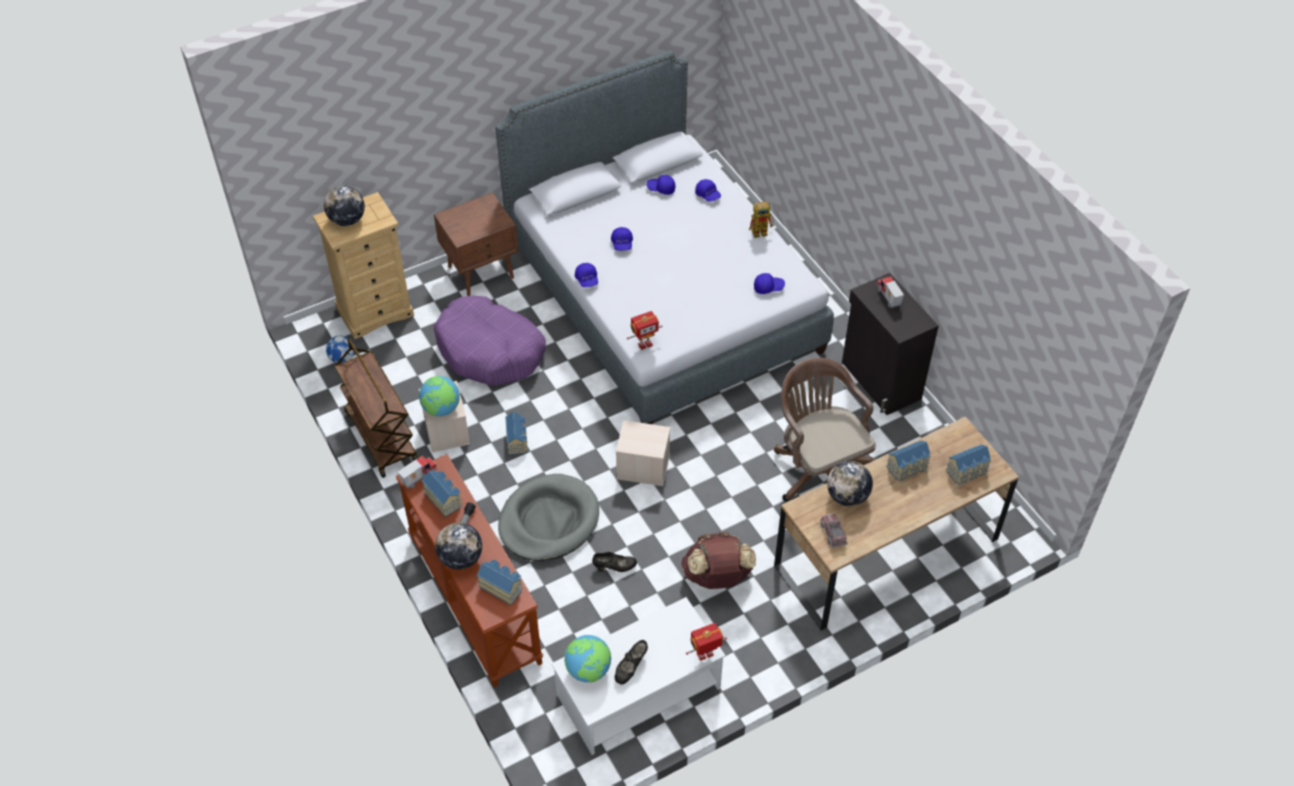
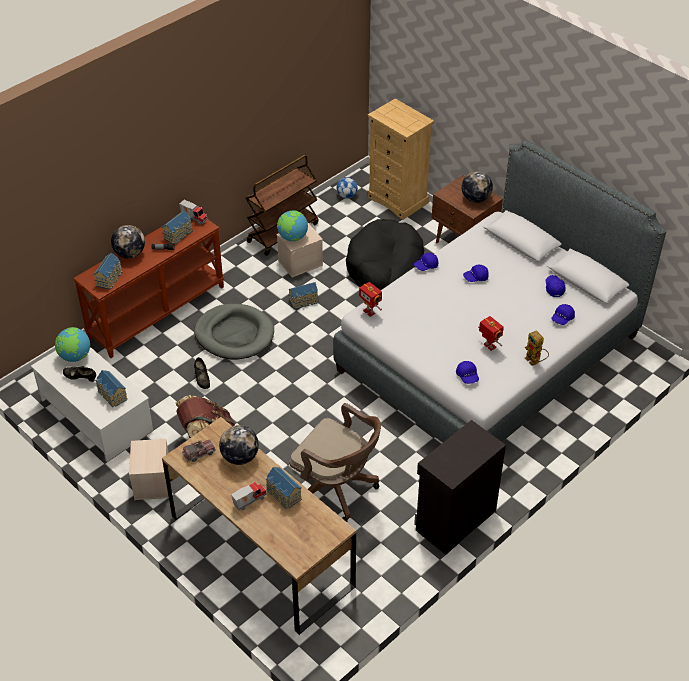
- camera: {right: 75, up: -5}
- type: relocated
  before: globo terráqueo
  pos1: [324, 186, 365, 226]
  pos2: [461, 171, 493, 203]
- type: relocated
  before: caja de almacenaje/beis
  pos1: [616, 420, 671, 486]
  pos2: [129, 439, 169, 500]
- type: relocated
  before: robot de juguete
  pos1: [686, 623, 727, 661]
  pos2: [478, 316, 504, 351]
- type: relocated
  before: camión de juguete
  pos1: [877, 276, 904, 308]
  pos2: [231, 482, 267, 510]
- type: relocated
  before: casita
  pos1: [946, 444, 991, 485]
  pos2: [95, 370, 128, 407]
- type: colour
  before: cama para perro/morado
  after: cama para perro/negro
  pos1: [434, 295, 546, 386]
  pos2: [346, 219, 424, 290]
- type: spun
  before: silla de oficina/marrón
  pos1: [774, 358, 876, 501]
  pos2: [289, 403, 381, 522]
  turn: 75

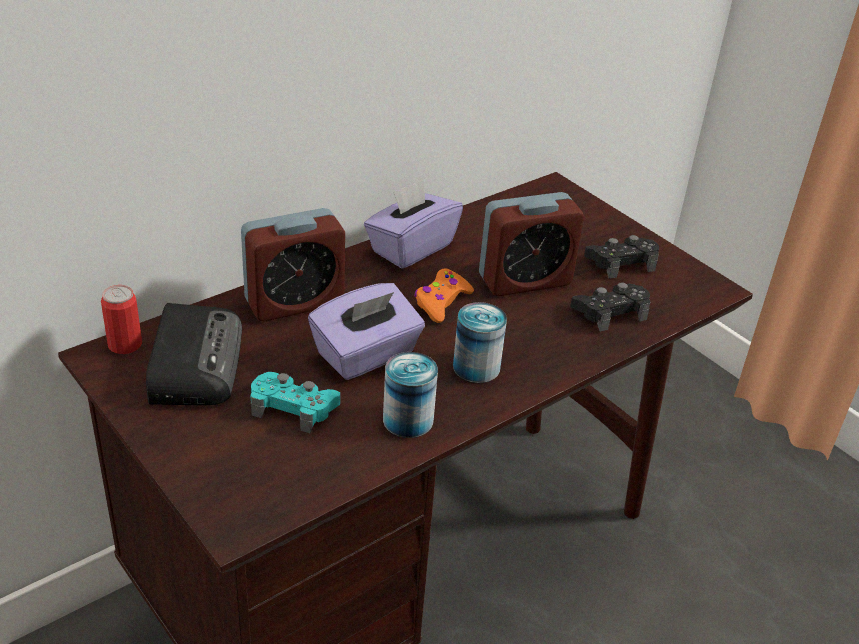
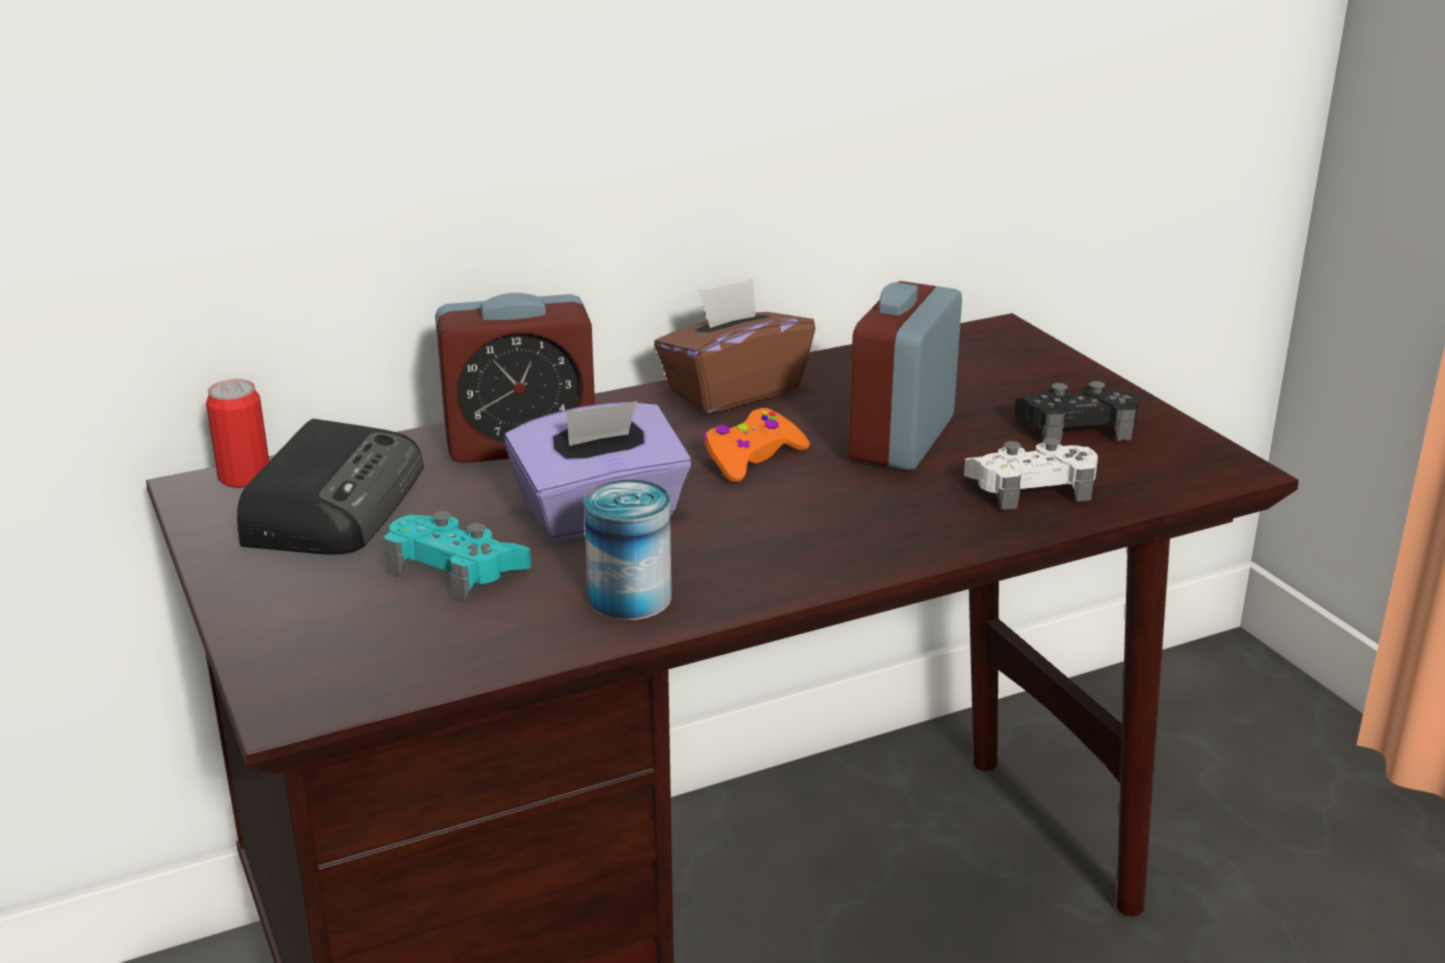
- camera: {right: 15, up: -10}
- type: missing
  before: lata
  pos1: [453, 302, 507, 383]
- type: colour
  before: caja de pañuelos/morado
  after: caja de pañuelos/marrón
  pos1: [364, 179, 463, 269]
  pos2: [654, 278, 816, 414]
- type: colour
  before: mando de consola/negro
  after: mando de consola/blanco
  pos1: [570, 282, 650, 332]
  pos2: [964, 437, 1098, 510]
- type: spun
  before: despertador
  pos1: [479, 192, 584, 296]
  pos2: [848, 281, 962, 470]
  turn: 120

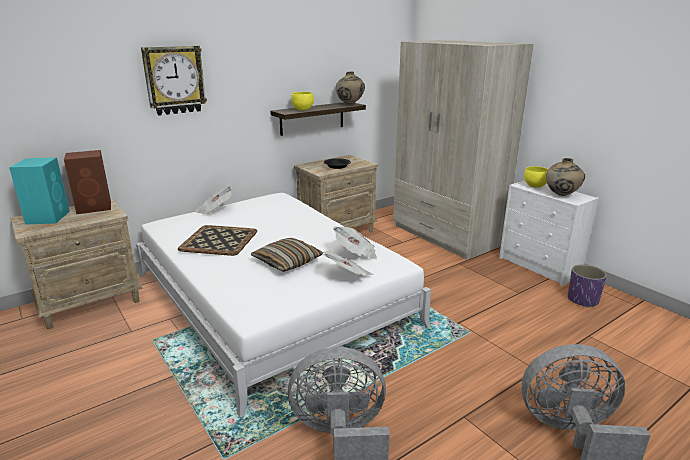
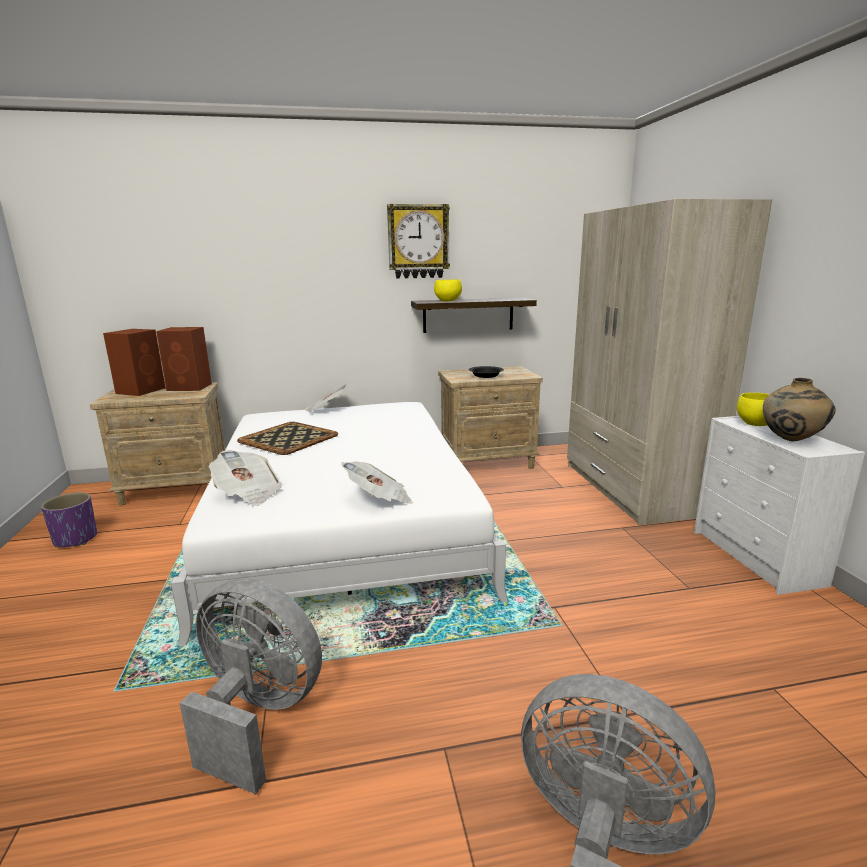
- camera: {right: 25, up: -5}
- type: missing
  before: cojín
  pos1: [251, 238, 323, 272]
- type: missing
  before: florero/beis
  pos1: [336, 72, 365, 104]
- type: relocated
  before: reloj de pared
  pos1: [141, 46, 207, 116]
  pos2: [387, 204, 450, 279]
- type: relocated
  before: periódico
  pos1: [333, 226, 377, 259]
  pos2: [209, 450, 282, 506]
- type: relocated
  before: maceta/morado
  pos1: [568, 264, 607, 308]
  pos2: [41, 492, 97, 548]
- type: colour
  before: altavoz/turquesa
  after: altavoz/marrón
  pos1: [9, 158, 70, 225]
  pos2: [103, 329, 165, 396]

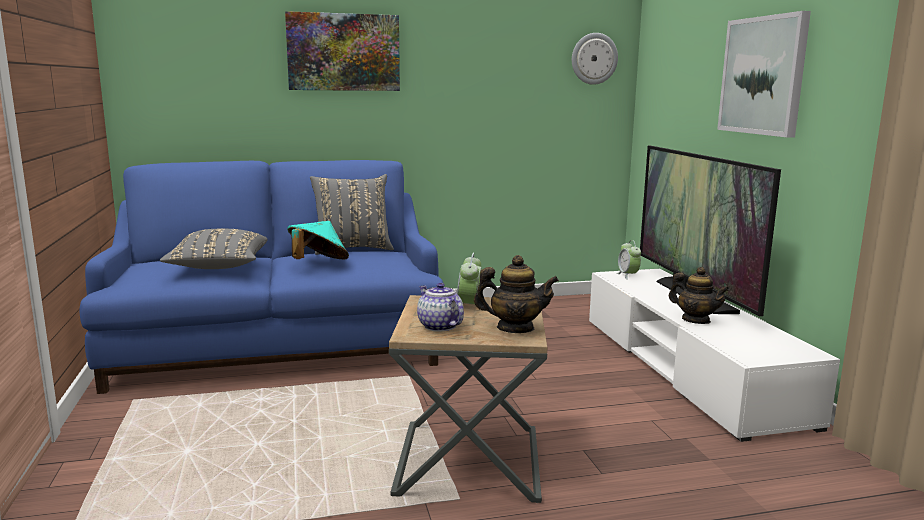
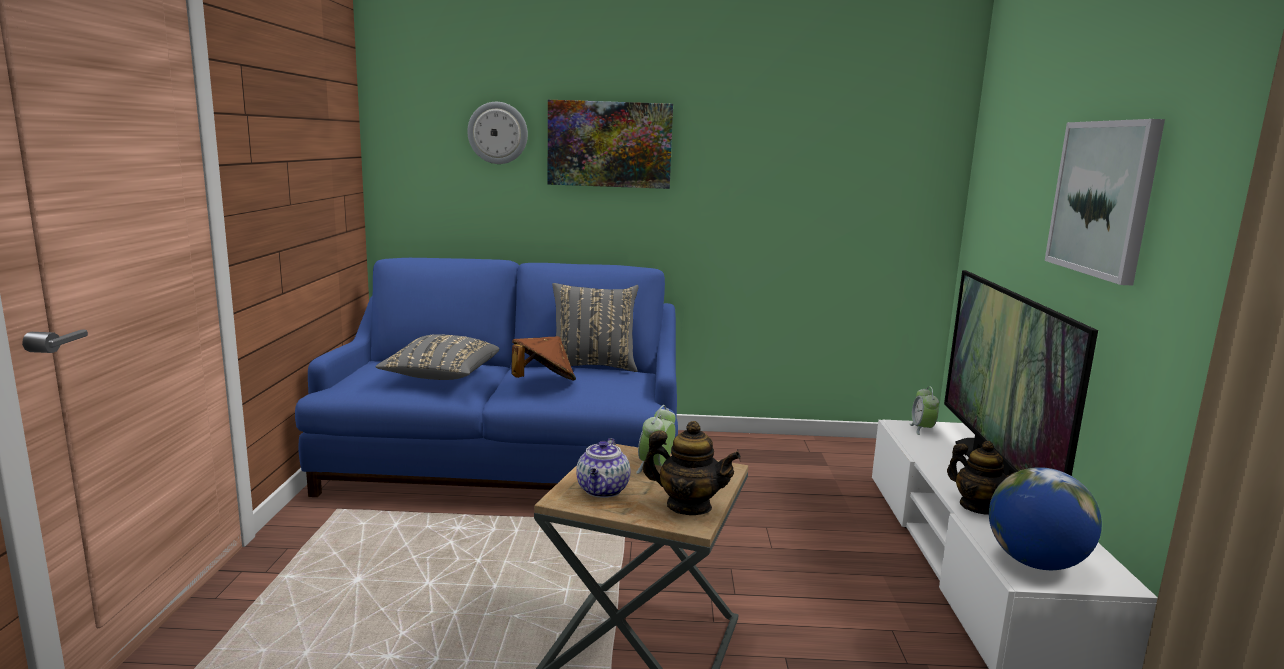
- camera: {right: 15, up: 0}
- type: appeared
  after: globo terráqueo
  pos2: [989, 467, 1102, 570]
- type: relocated
  before: reloj de pared
  pos1: [572, 33, 618, 85]
  pos2: [467, 102, 528, 164]
- type: colour
  before: sombrero/turquesa
  after: sombrero/marrón
  pos1: [287, 221, 349, 259]
  pos2: [511, 336, 576, 381]
- type: spun
  before: tetera
  pos1: [417, 283, 464, 332]
  pos2: [576, 438, 631, 498]
  turn: -150

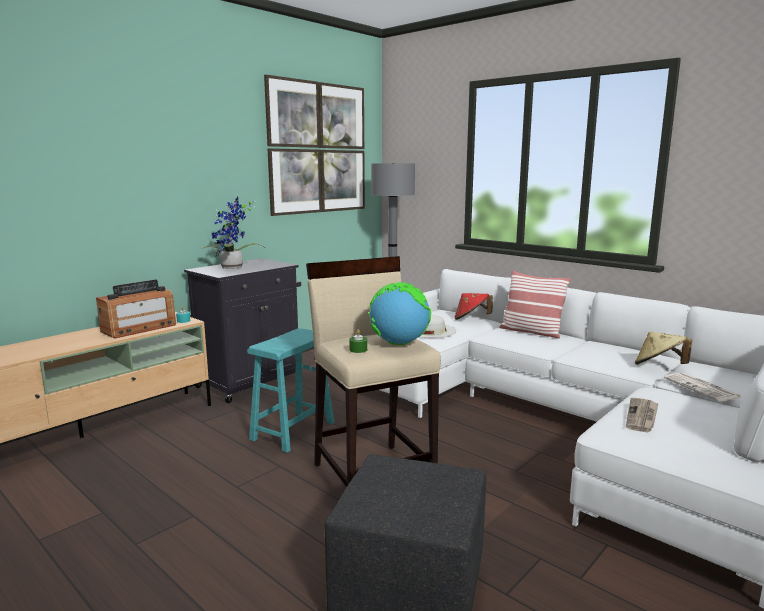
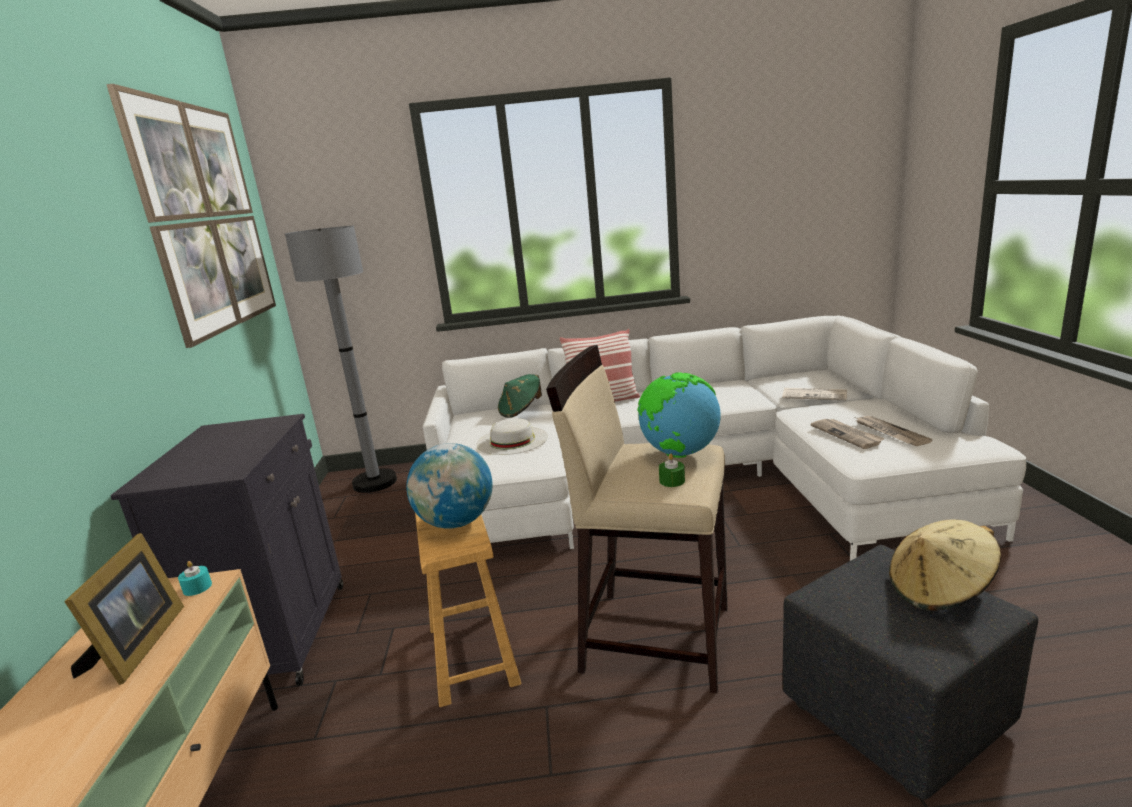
- camera: {right: -45, up: 5}
- type: missing
  before: planta en maceta
  pos1: [201, 197, 264, 269]
- type: appeared
  after: globo terráqueo
  pos2: [406, 443, 493, 529]
- type: appeared
  after: periódico
  pos2: [857, 416, 932, 446]
- type: relocated
  before: sombrero/beis
  pos1: [635, 332, 692, 365]
  pos2: [889, 519, 1001, 611]
- type: exchanged
  before: radio
  after: portarretratos
  pos1: [96, 280, 176, 338]
  pos2: [64, 533, 184, 685]
- type: colour
  before: taburete/turquesa
  after: taburete/marrón
  pos1: [247, 328, 334, 453]
  pos2: [415, 513, 522, 707]
- type: colour
  before: sombrero/rojo
  after: sombrero/verde
  pos1: [454, 293, 493, 320]
  pos2: [498, 374, 542, 418]

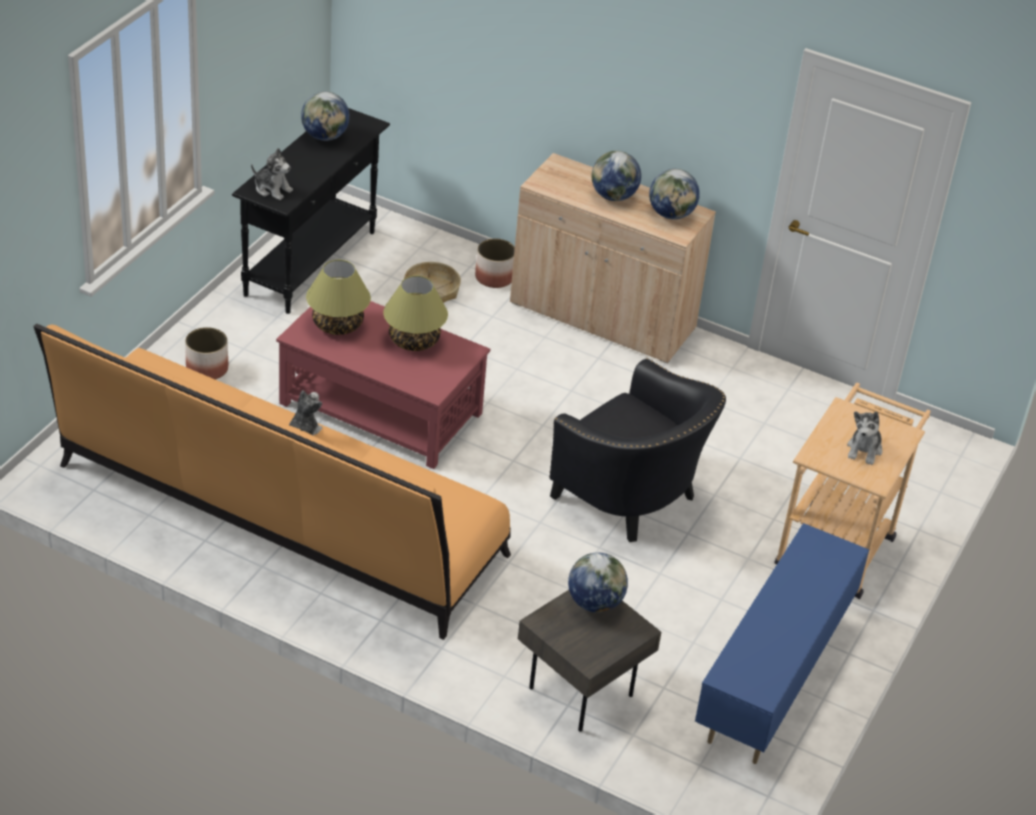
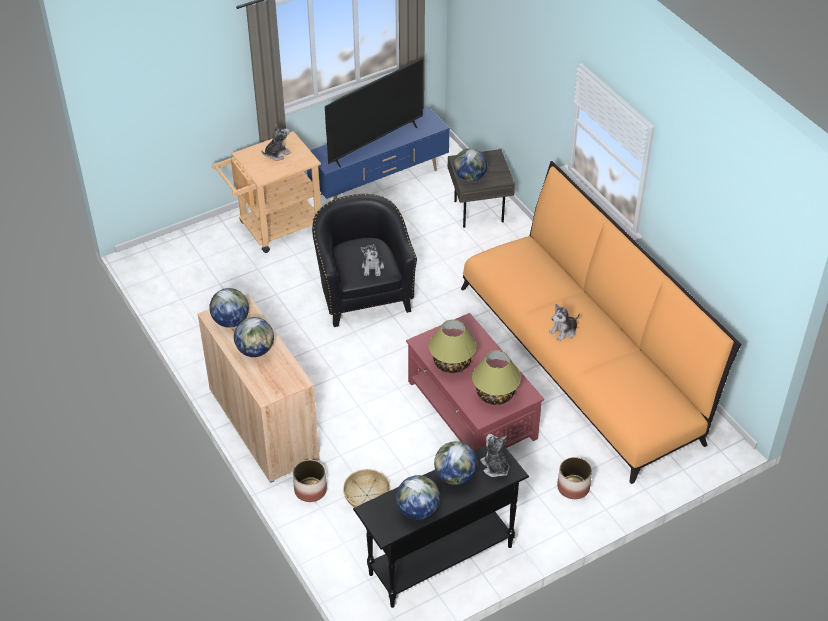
- camera: {right: -145, up: 5}
- type: appeared
  after: televisor
  pos2: [325, 59, 423, 168]
- type: appeared
  after: peluche
  pos2: [360, 244, 384, 276]
- type: appeared
  after: globo terráqueo
  pos2: [434, 441, 477, 485]

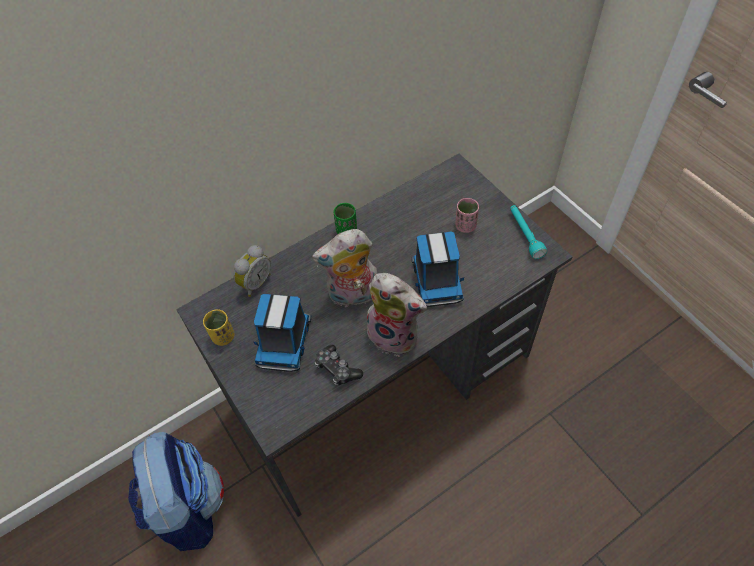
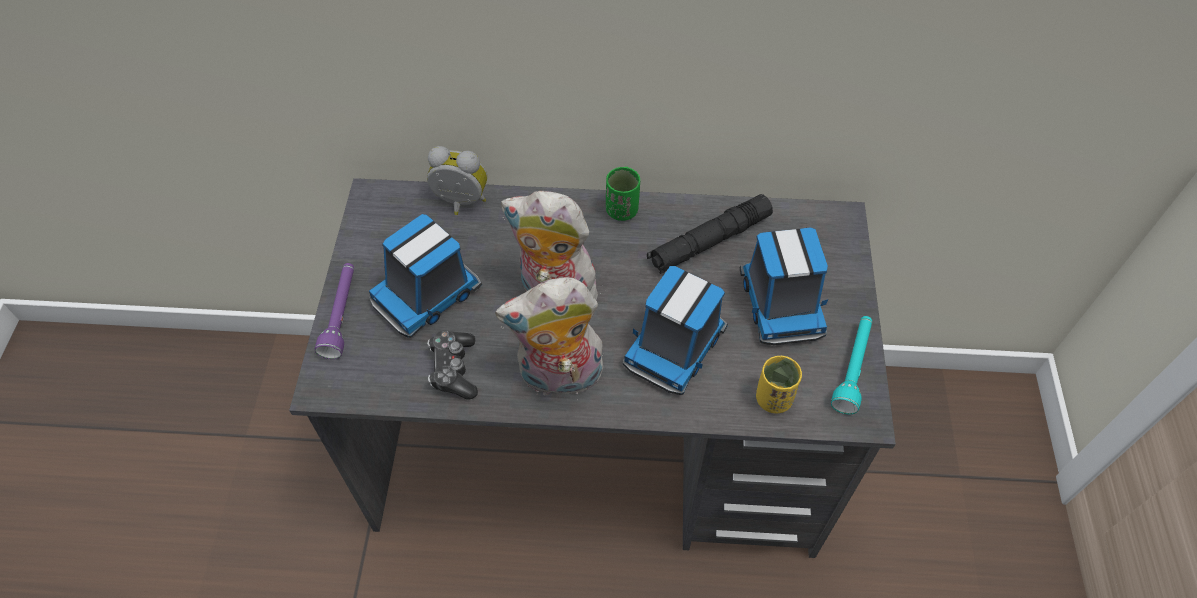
- camera: {right: 35, up: 0}
- type: missing
  before: mochila
  pos1: [128, 432, 224, 551]
- type: appeared
  after: linterna/morado
  pos2: [315, 263, 354, 359]
- type: appeared
  after: linterna/negro
  pos2: [647, 194, 773, 274]
- type: relocated
  before: taza/amarillo
  pos1: [203, 310, 234, 346]
  pos2: [756, 356, 802, 413]
- type: exchanged
  before: taza/rosa
  after: camión de juguete
  pos1: [455, 198, 479, 233]
  pos2: [739, 227, 828, 345]
- type: spun
  before: despertador
  pos1: [233, 245, 271, 297]
  pos2: [427, 146, 487, 215]
  turn: -150
- type: spun
  before: peluche
  pos1: [367, 273, 427, 357]
  pos2: [495, 277, 604, 400]
  turn: 105

